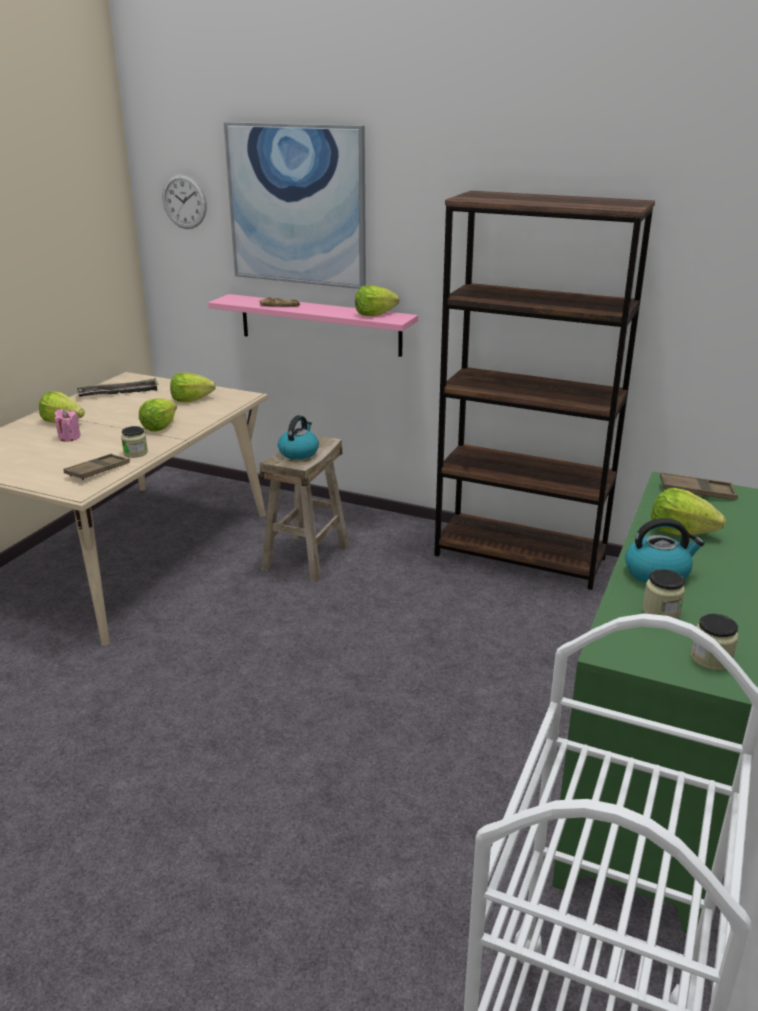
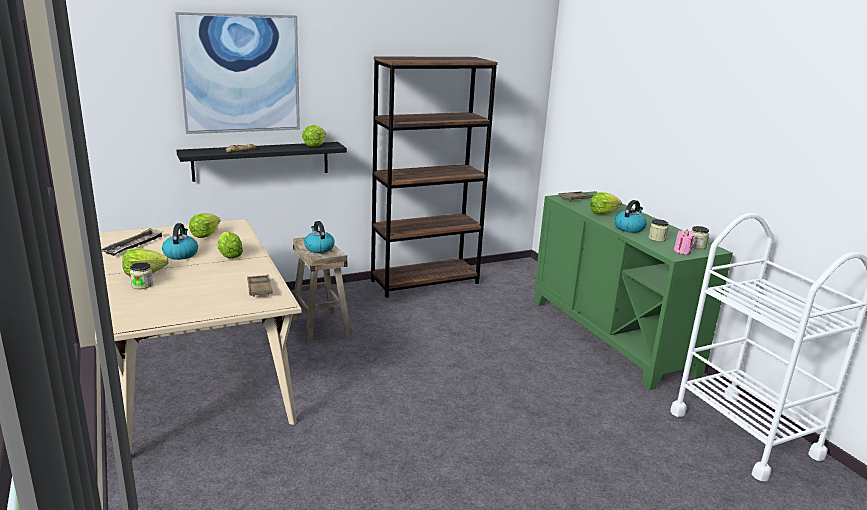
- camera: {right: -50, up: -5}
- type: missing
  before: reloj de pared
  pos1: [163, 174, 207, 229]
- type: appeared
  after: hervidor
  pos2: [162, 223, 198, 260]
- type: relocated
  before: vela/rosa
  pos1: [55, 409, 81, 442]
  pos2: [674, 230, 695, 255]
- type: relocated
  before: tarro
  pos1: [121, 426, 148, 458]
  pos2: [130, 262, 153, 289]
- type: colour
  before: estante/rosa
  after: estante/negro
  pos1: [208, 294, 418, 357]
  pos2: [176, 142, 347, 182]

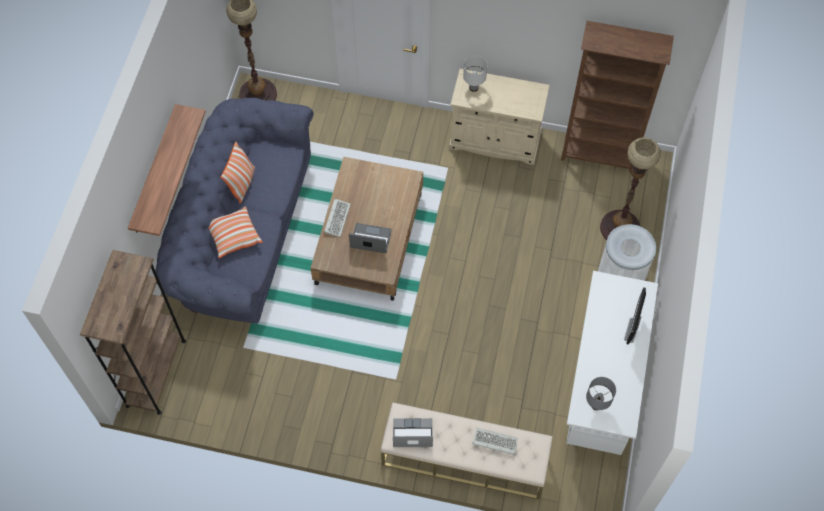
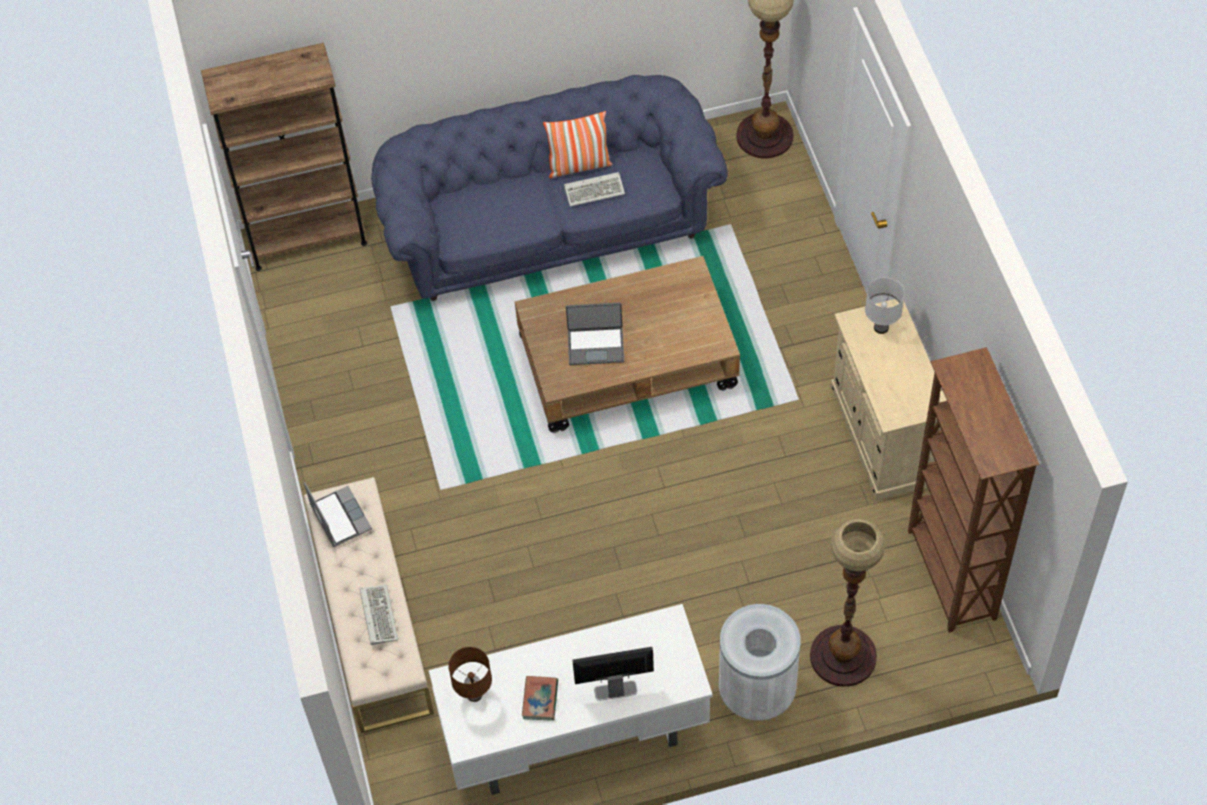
- camera: {right: 65, up: -5}
- type: missing
  before: estante
  pos1: [128, 104, 206, 236]
- type: missing
  before: cojín
  pos1: [209, 207, 263, 258]
- type: appeared
  after: libro
  pos2: [522, 676, 558, 721]
- type: relocated
  before: teclado
  pos1: [324, 199, 351, 237]
  pos2: [564, 172, 625, 207]
- type: colour
  before: lámpara de mesa/gris
  after: lámpara de mesa/marrón
  pos1: [586, 377, 616, 410]
  pos2: [448, 647, 492, 702]
- type: spun
  before: portátil
  pos1: [349, 223, 392, 253]
  pos2: [566, 303, 624, 365]
  turn: 105

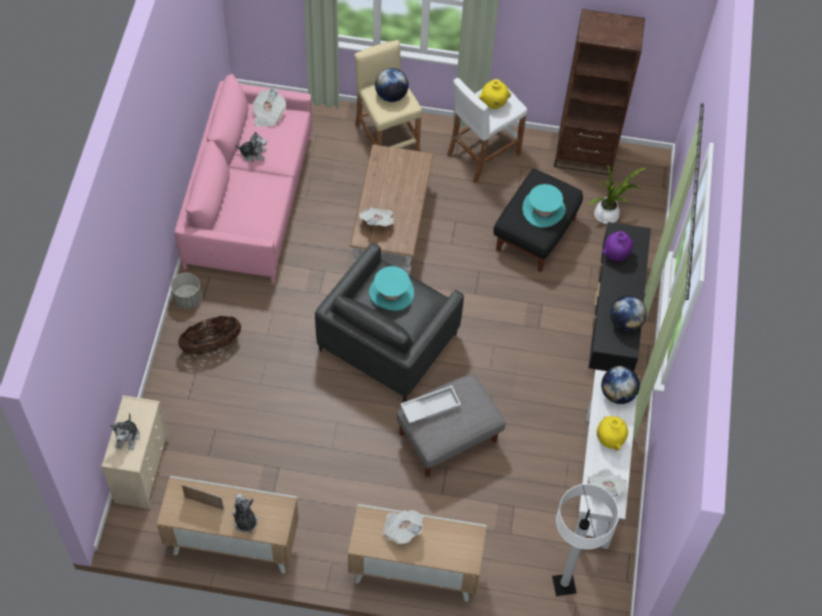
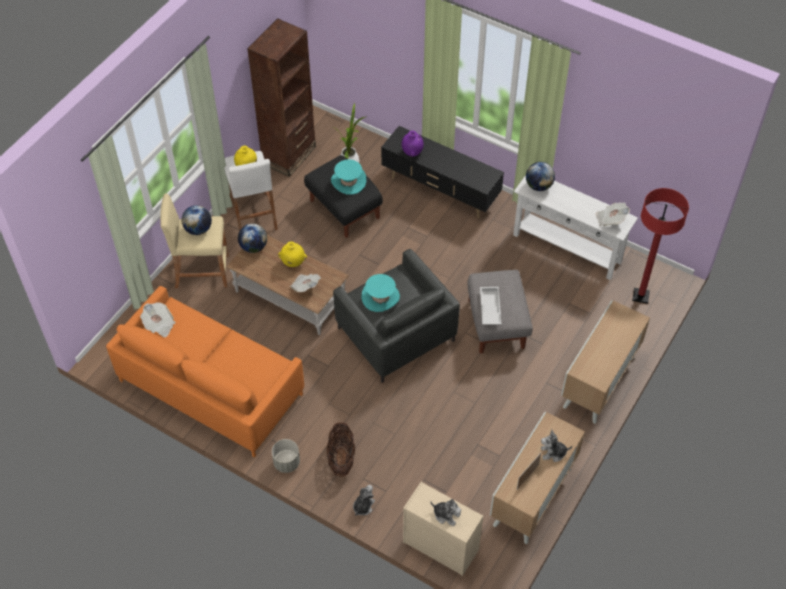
- camera: {right: -65, up: -5}
- type: missing
  before: periódico
  pos1: [382, 510, 423, 544]
- type: relocated
  before: peluche
  pos1: [236, 132, 267, 162]
  pos2: [353, 485, 375, 516]
- type: relocated
  before: florero/amarillo
  pos1: [597, 416, 628, 451]
  pos2: [278, 241, 307, 267]
- type: relocated
  before: globo terráqueo
  pos1: [610, 296, 647, 332]
  pos2: [238, 223, 267, 253]
- type: colour
  before: sofá/rosa
  after: sofá/naranja
  pos1: [175, 74, 312, 283]
  pos2: [106, 286, 304, 458]
- type: colour
  before: lámpara de pie/blanco
  after: lámpara de pie/rojo
  pos1: [552, 484, 619, 596]
  pos2: [632, 188, 689, 304]

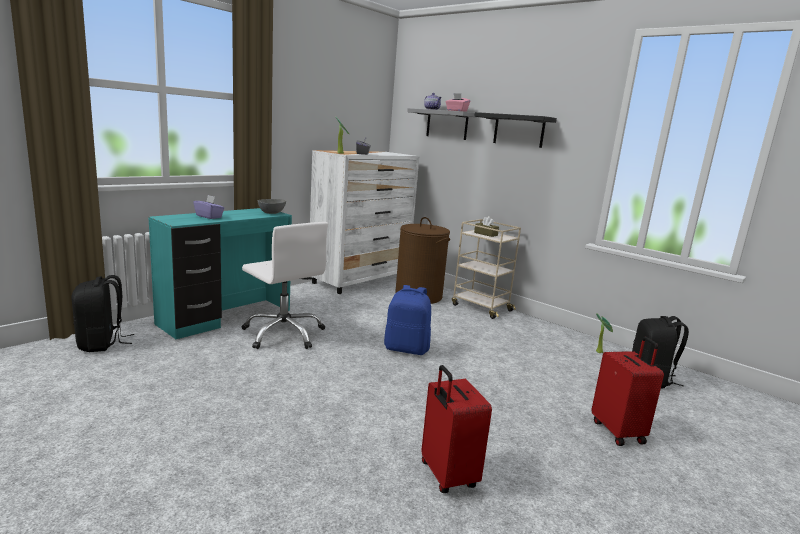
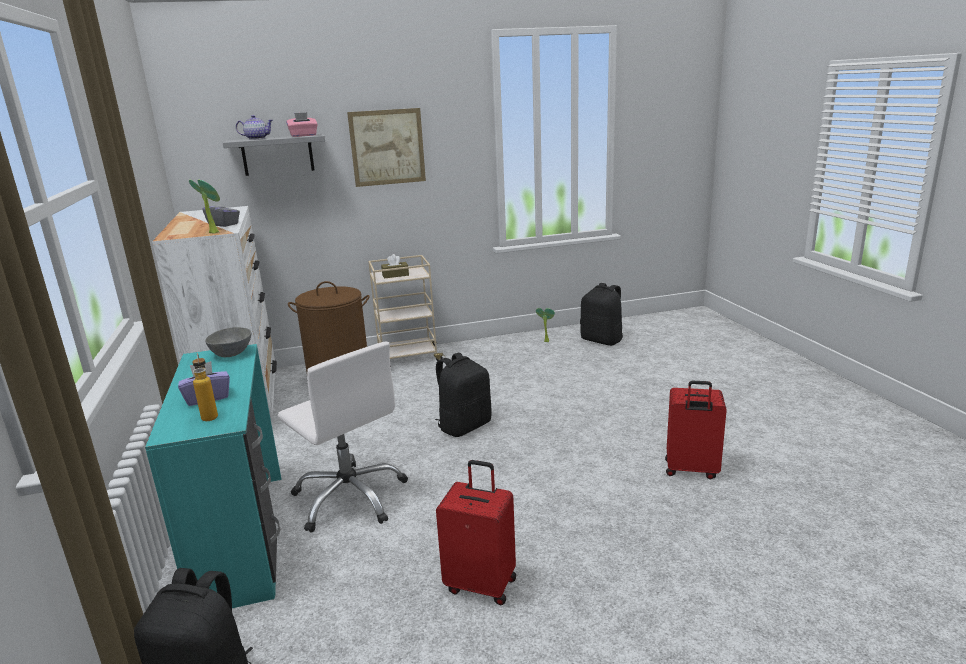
- camera: {right: -55, up: 5}
- type: appeared
  after: botella
  pos2: [192, 353, 218, 421]
- type: relocated
  before: maleta/rojo
  pos1: [592, 337, 664, 446]
  pos2: [436, 460, 516, 605]
- type: exchanged
  before: estante/negro
  after: cuadro
  pos1: [474, 112, 557, 148]
  pos2: [347, 108, 426, 187]
- type: colour
  before: mochila/azul
  after: mochila/negro
  pos1: [384, 285, 431, 355]
  pos2: [435, 353, 492, 437]
- type: spun
  before: silla de oficina/blanco
  pos1: [241, 222, 328, 349]
  pos2: [277, 341, 408, 533]
  turn: 60

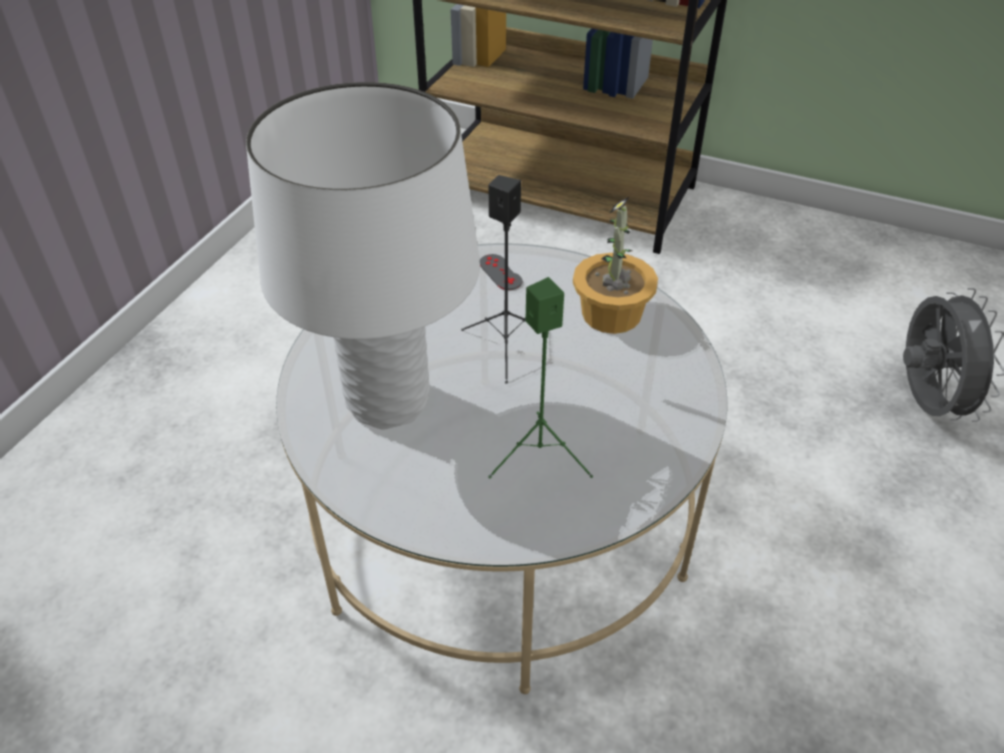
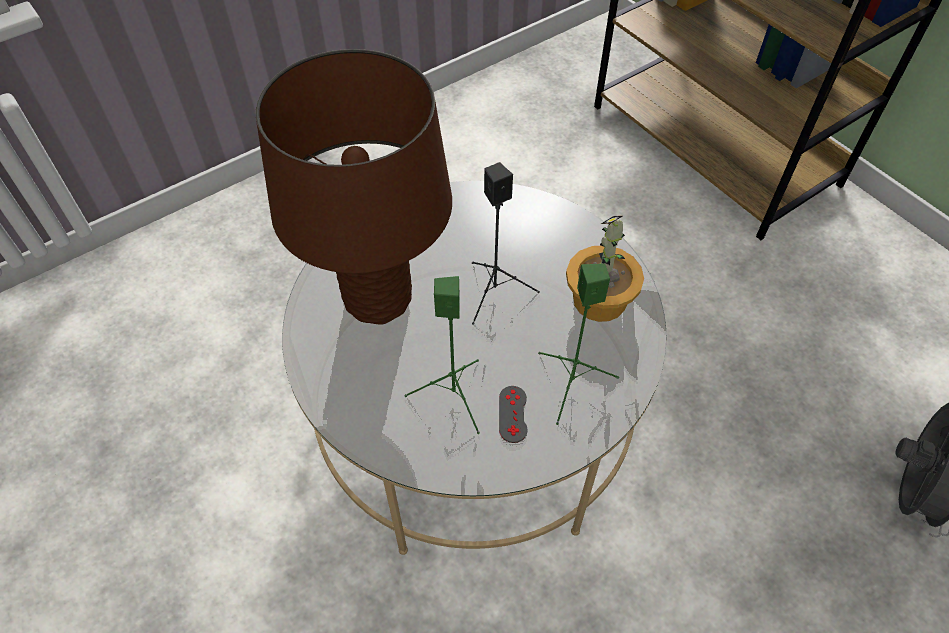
- camera: {right: 30, up: 10}
- type: appeared
  after: altavoz/verde
  pos2: [538, 264, 619, 425]
- type: relocated
  before: mando de consola/gris
  pos1: [480, 254, 522, 290]
  pos2: [499, 386, 528, 443]
- type: colour
  before: lámpara de mesa/blanco
  after: lámpara de mesa/marrón
  pos1: [246, 82, 480, 430]
  pos2: [256, 49, 452, 325]

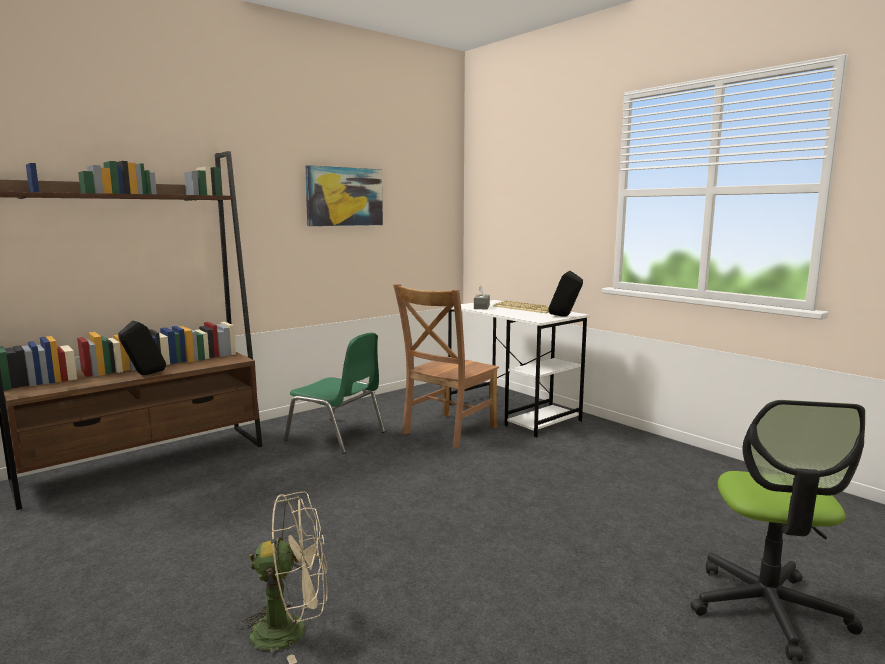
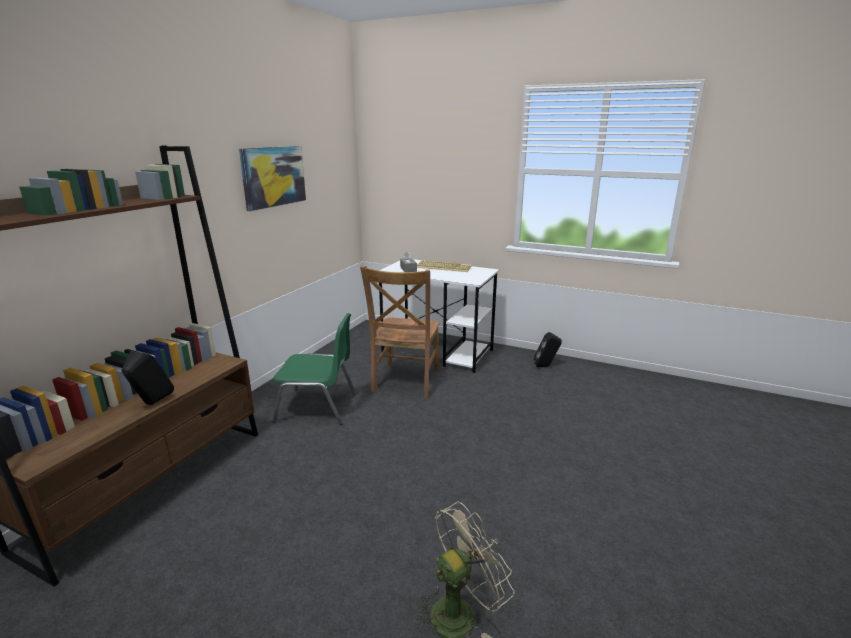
- camera: {right: -25, up: 10}
- type: missing
  before: silla de oficina
  pos1: [690, 400, 865, 661]
- type: relocated
  before: altavoz/negro
  pos1: [549, 271, 583, 317]
  pos2: [534, 332, 562, 367]

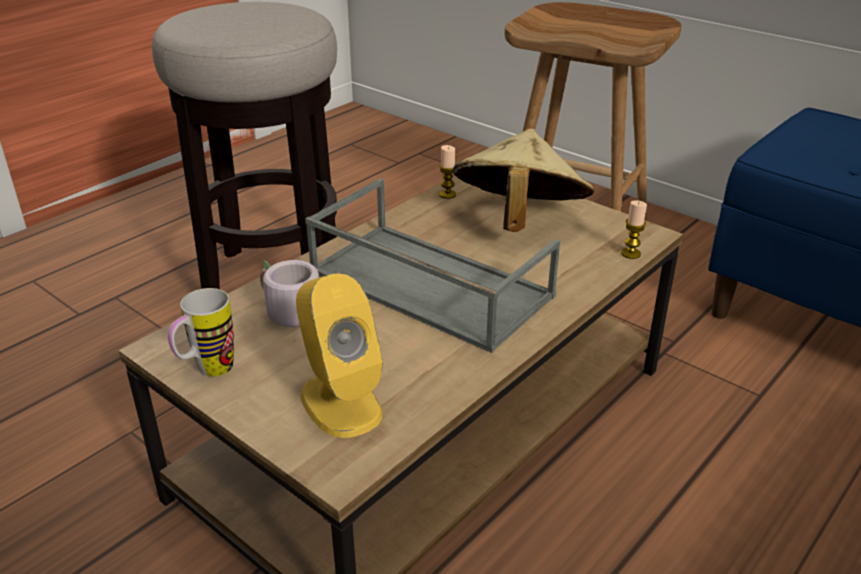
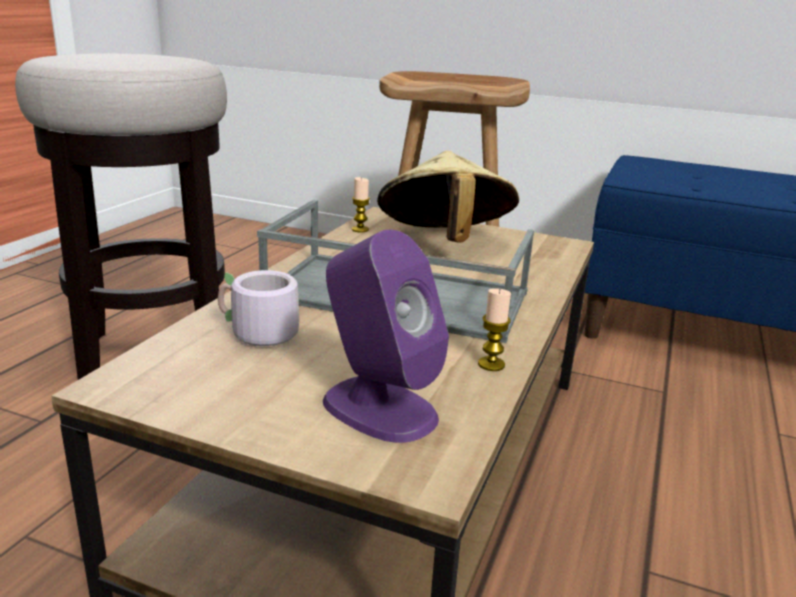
- camera: {right: -20, up: -10}
- type: missing
  before: taza grande
  pos1: [168, 288, 234, 377]
- type: relocated
  before: vela
  pos1: [621, 200, 647, 259]
  pos2: [478, 288, 511, 371]
- type: colour
  before: altavoz/amarillo
  after: altavoz/morado
  pos1: [296, 273, 383, 438]
  pos2: [323, 230, 449, 443]

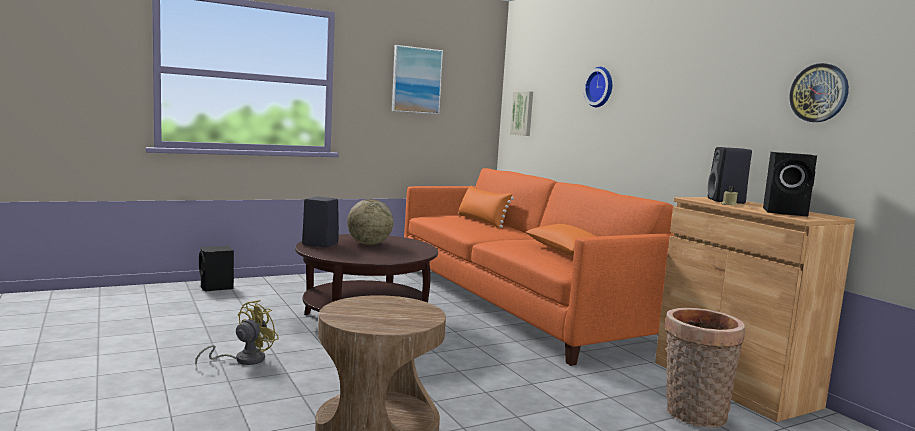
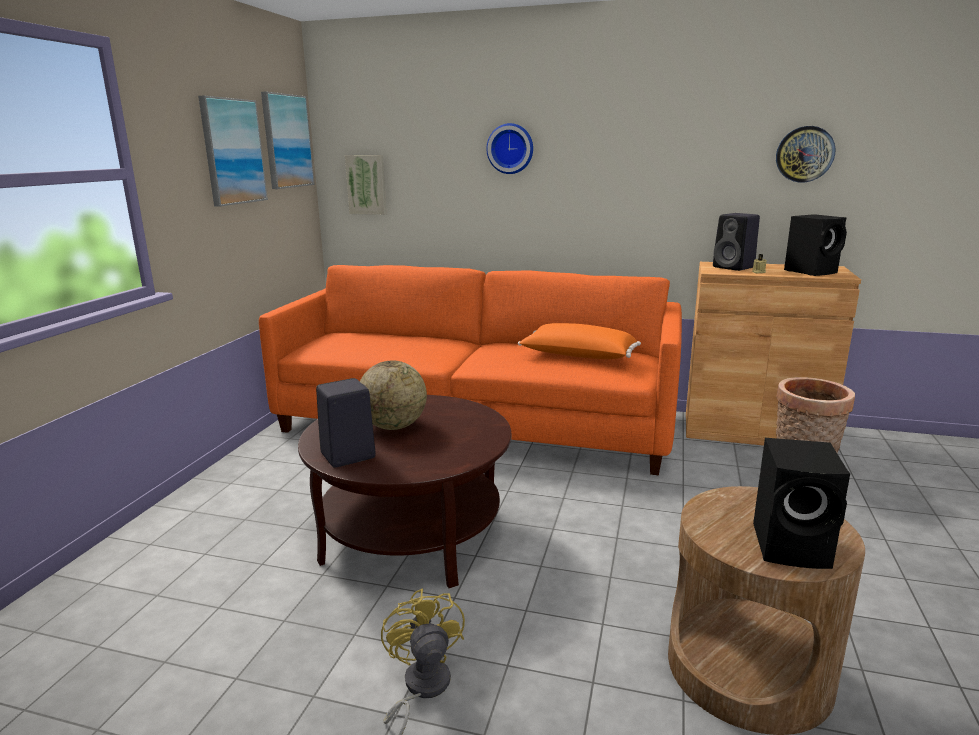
- camera: {right: -45, up: 10}
- type: missing
  before: cojín/naranja
  pos1: [458, 186, 514, 228]
- type: appeared
  after: cuadro
  pos2: [261, 92, 315, 189]
- type: relocated
  before: altavoz/negro
  pos1: [199, 246, 234, 292]
  pos2: [753, 438, 850, 569]

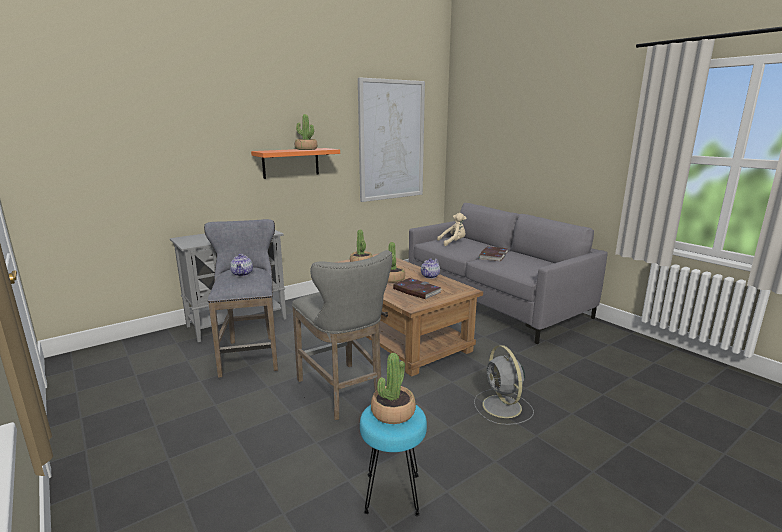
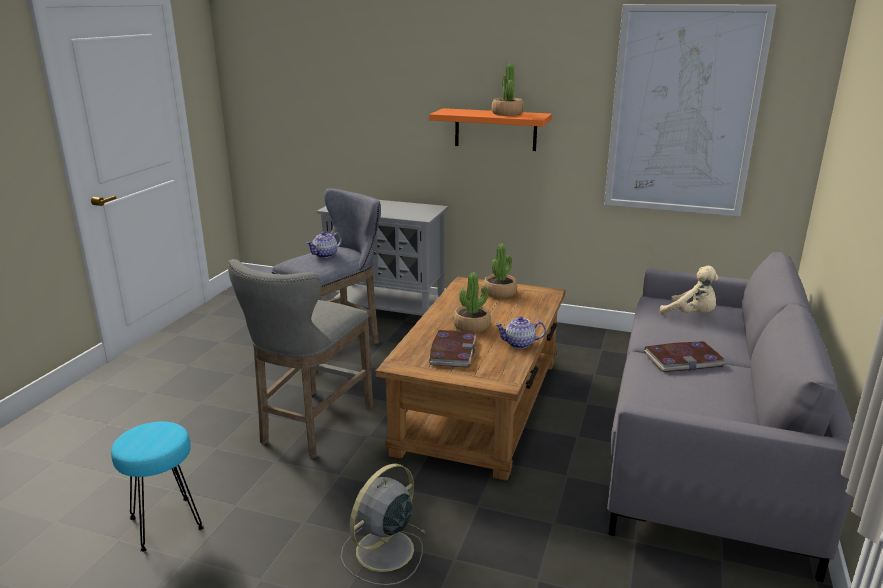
- camera: {right: 55, up: 5}
- type: missing
  before: planta en maceta
  pos1: [371, 353, 416, 424]

